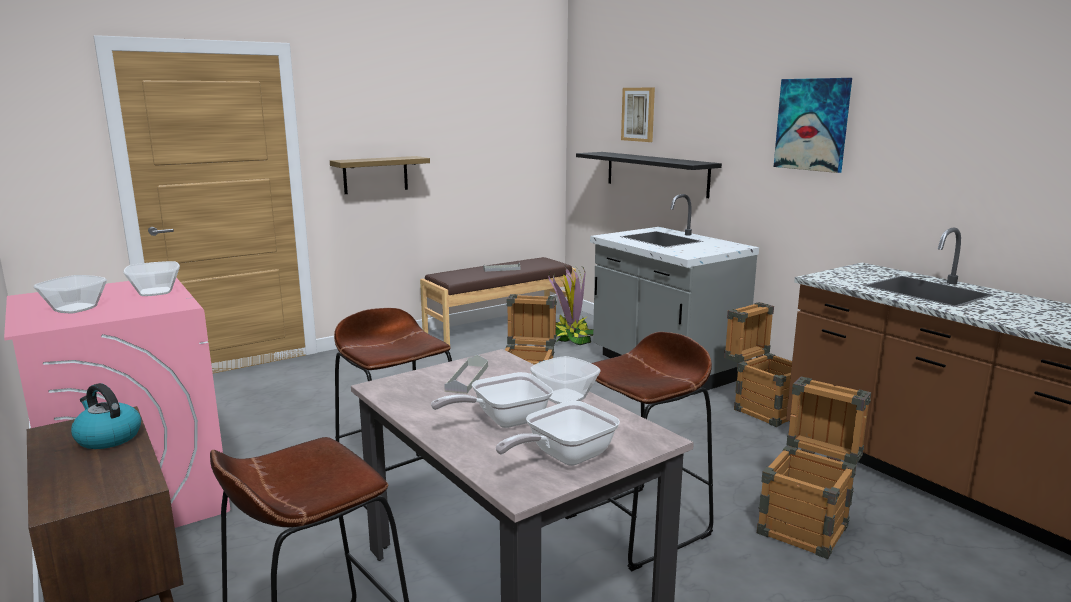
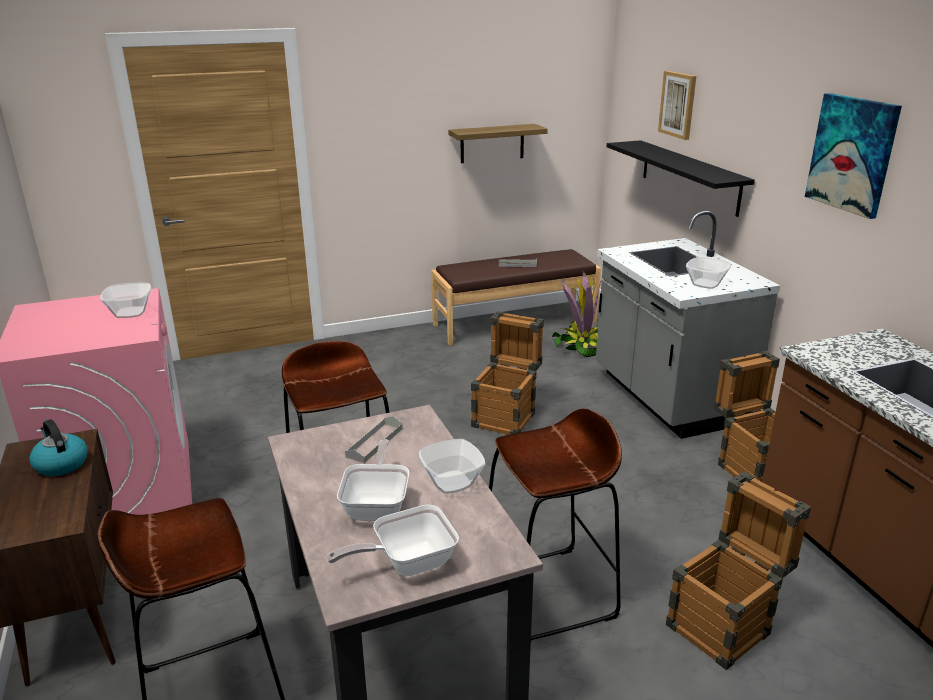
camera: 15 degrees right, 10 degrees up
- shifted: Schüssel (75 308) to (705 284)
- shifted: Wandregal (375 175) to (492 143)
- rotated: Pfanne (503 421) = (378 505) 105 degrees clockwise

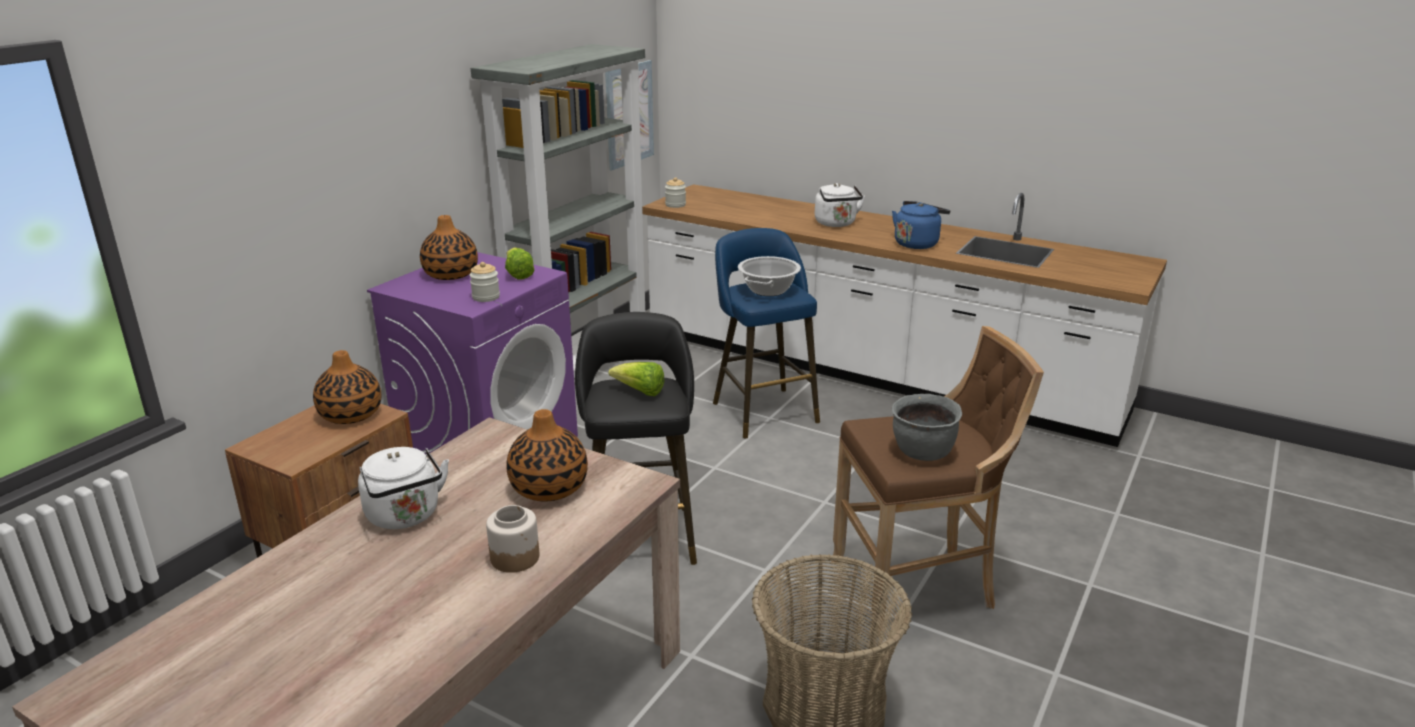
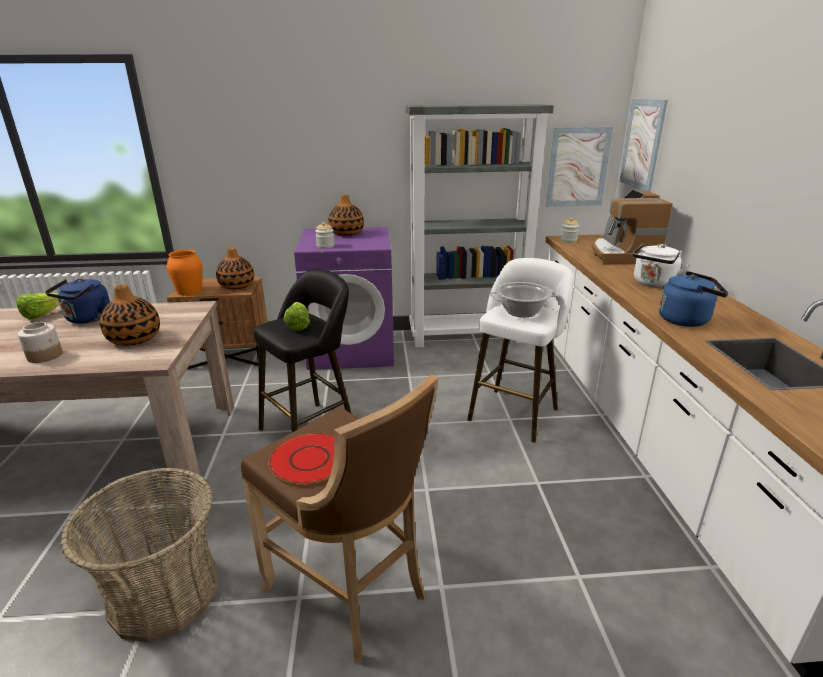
camera: 55 degrees right, 0 degrees up
- new: Vase/orange (189 291)
- new: Kaffeemaschine (622 255)
- new: Bild (642 144)
- shifted: Salatkopf (518 275) to (42 315)
- swapped: Kochtopf/grau (922 453) to Teller/rot (309 460)
- repainted: Wasserkessel/weiß (405 516) to Wasserkessel/blau (87 319)
- repainted: Hocker/blau (762 410) to Hocker/weiß (515 412)

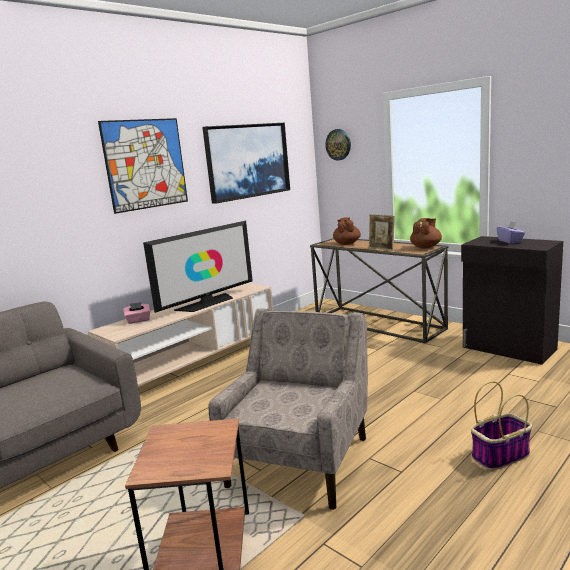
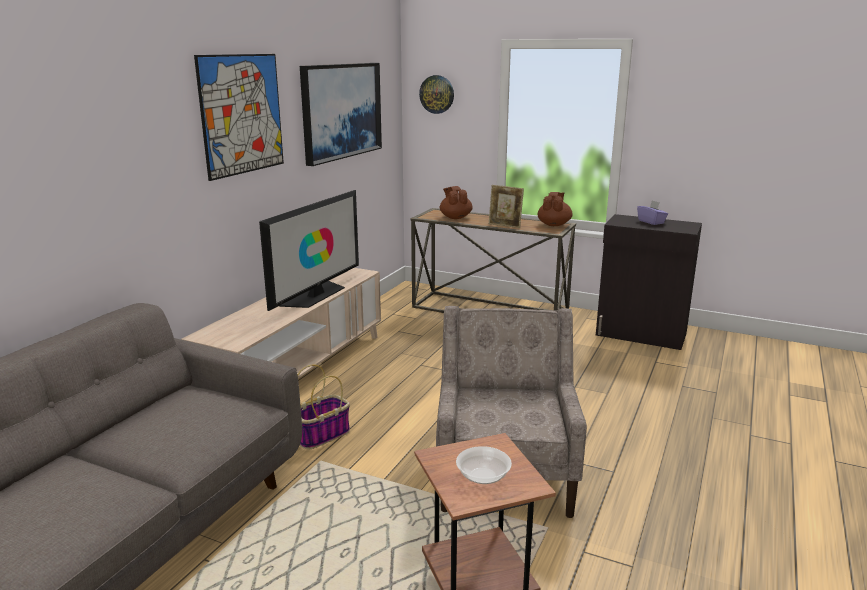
camera: 20 degrees left, 5 degrees up
- gone: Taschentuchbox/rosa (138 320)
- new: Schüssel (483 476)
- shifted: Korb (500 455) to (322 435)

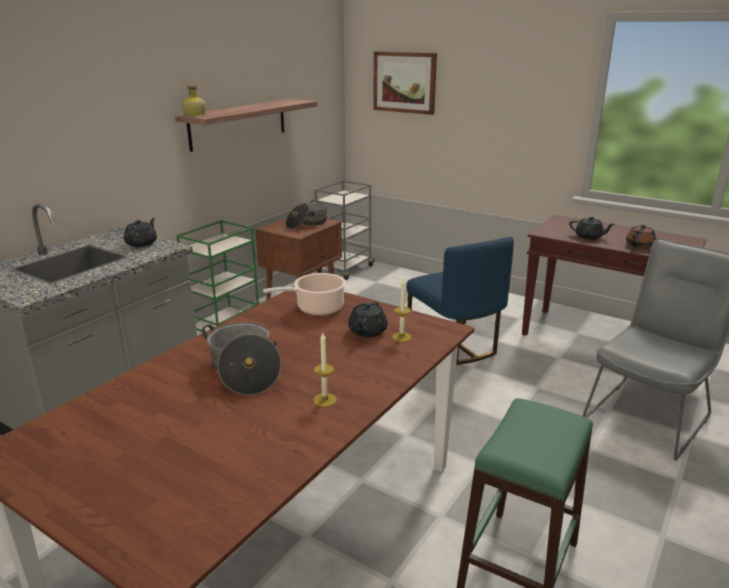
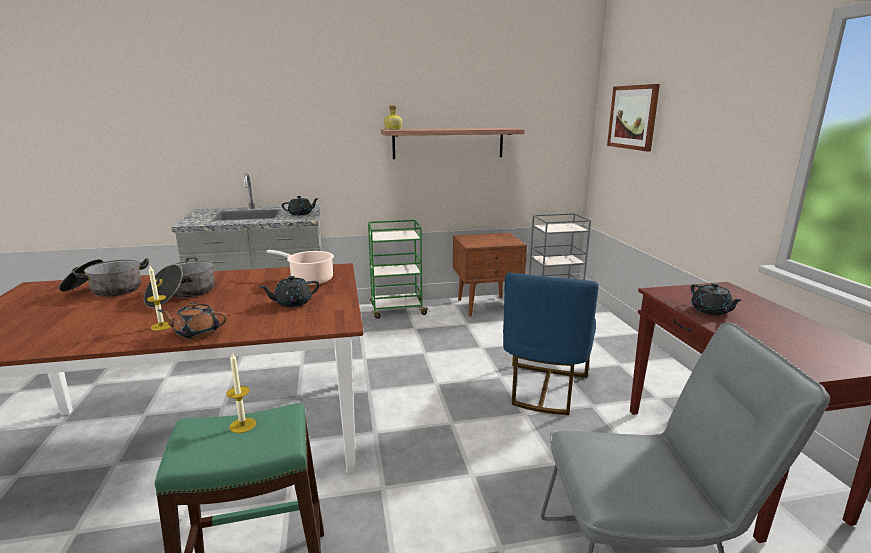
camera: 45 degrees right, 5 degrees down
- shifted: Kochtopf (307 223) to (106 290)
- shifted: Kerze (401 337) to (242 425)
- shifted: Teekanne/braun (639 246) to (196 333)

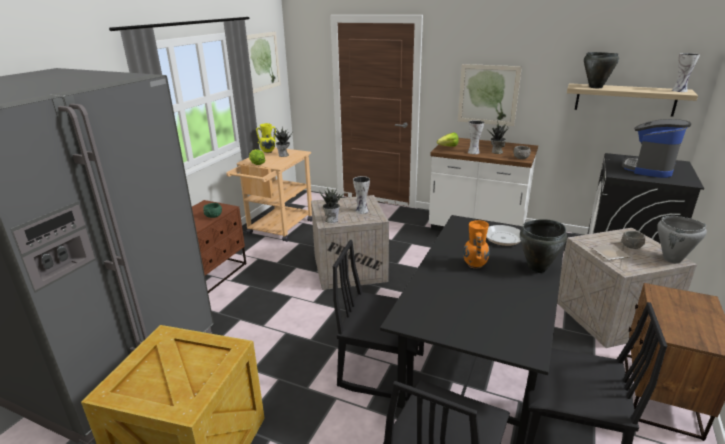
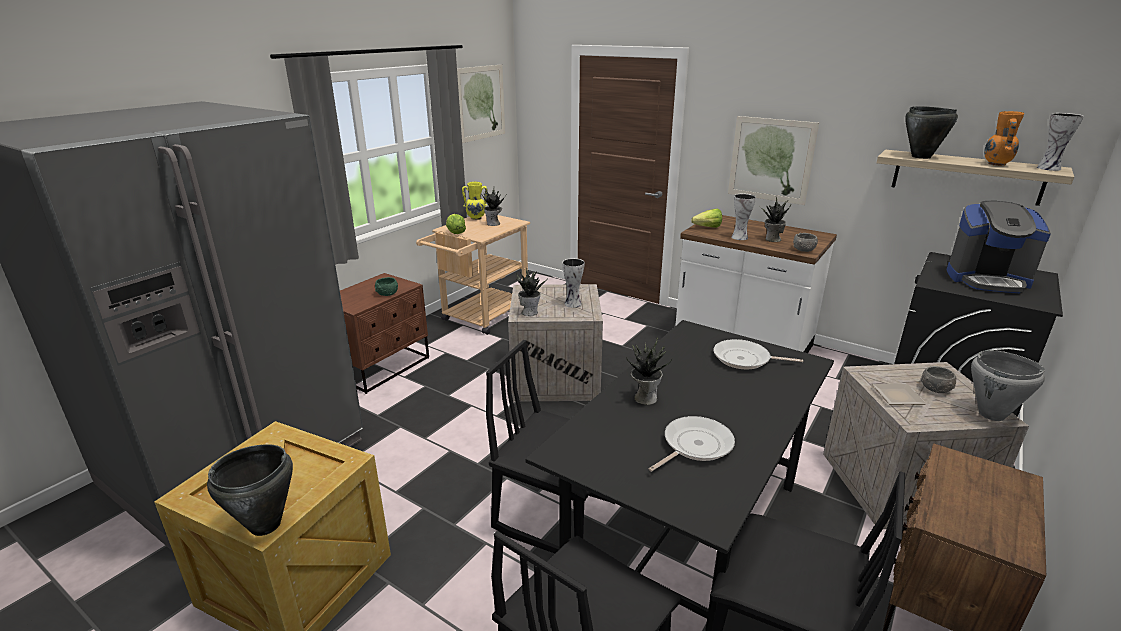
camera: 10 degrees right, 0 degrees up
- new: Topfpflanze (644 397)
- new: Pfanne (694 445)
- shifted: Vase/orange (474 265) to (996 164)
- shifted: Kochtopf/schwarz (537 268) to (266 525)
- rotated: Kaffeemaschine (649 169) = (987 279) 120 degrees counterclockwise

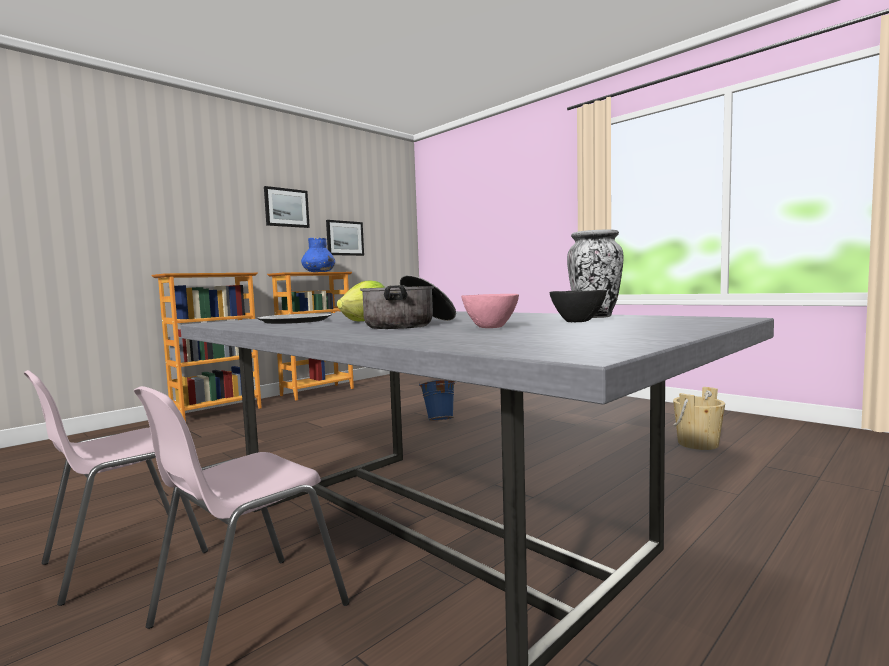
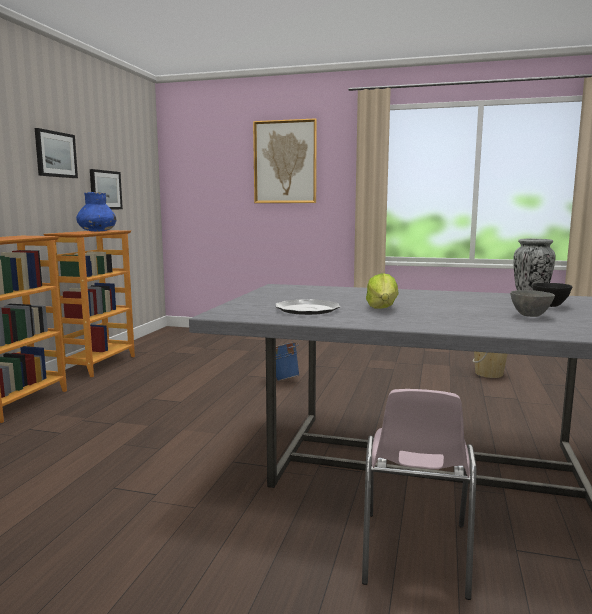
camera: 30 degrees left, 5 degrees up
- gone: Stuhl/rosa (123 558)
- gone: Kochtopf (410 325)
- new: Bild (285 162)
- repainted: Schüssel/rosa (491 327) to Schüssel/grau (531 315)

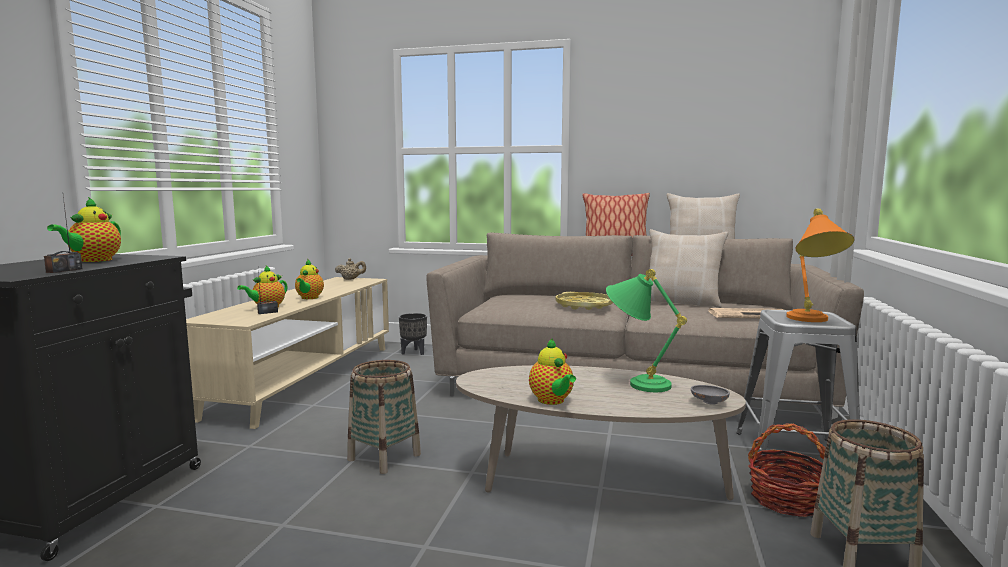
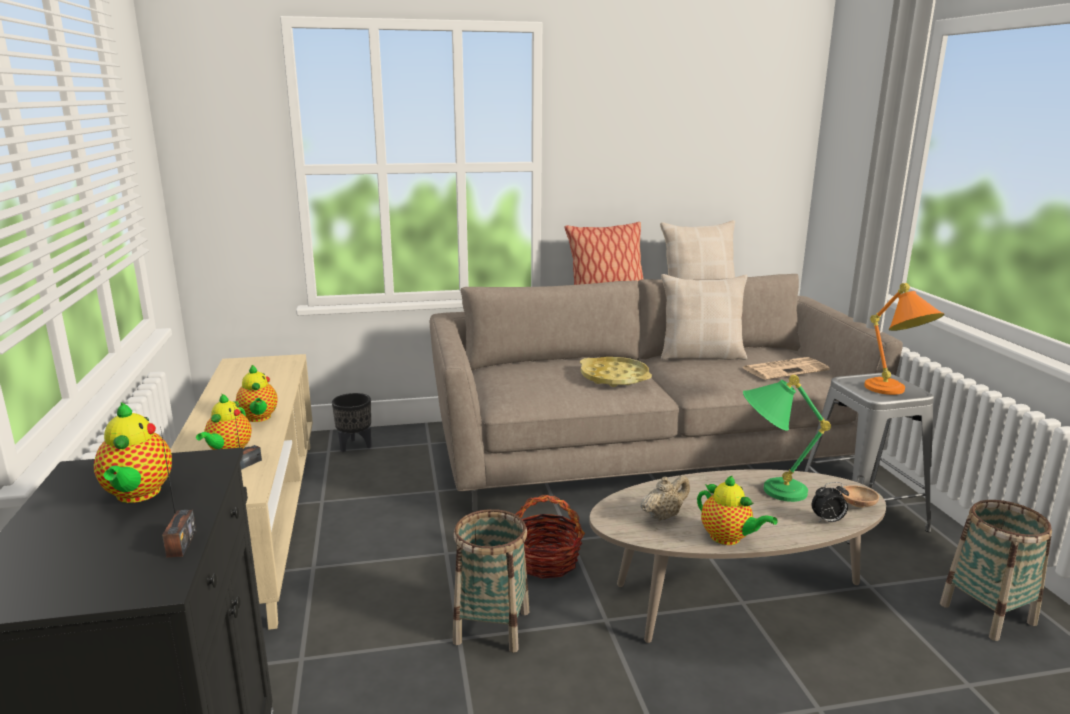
camera: 25 degrees left, 10 degrees up
- new: Wecker (827 521)
- shifted: Teekanne/beige (351 279) to (663 516)
- shifted: Korb (786 500) to (546 561)
- repainted: Schüssel/grau (709 402) to Schüssel/braun (857 505)

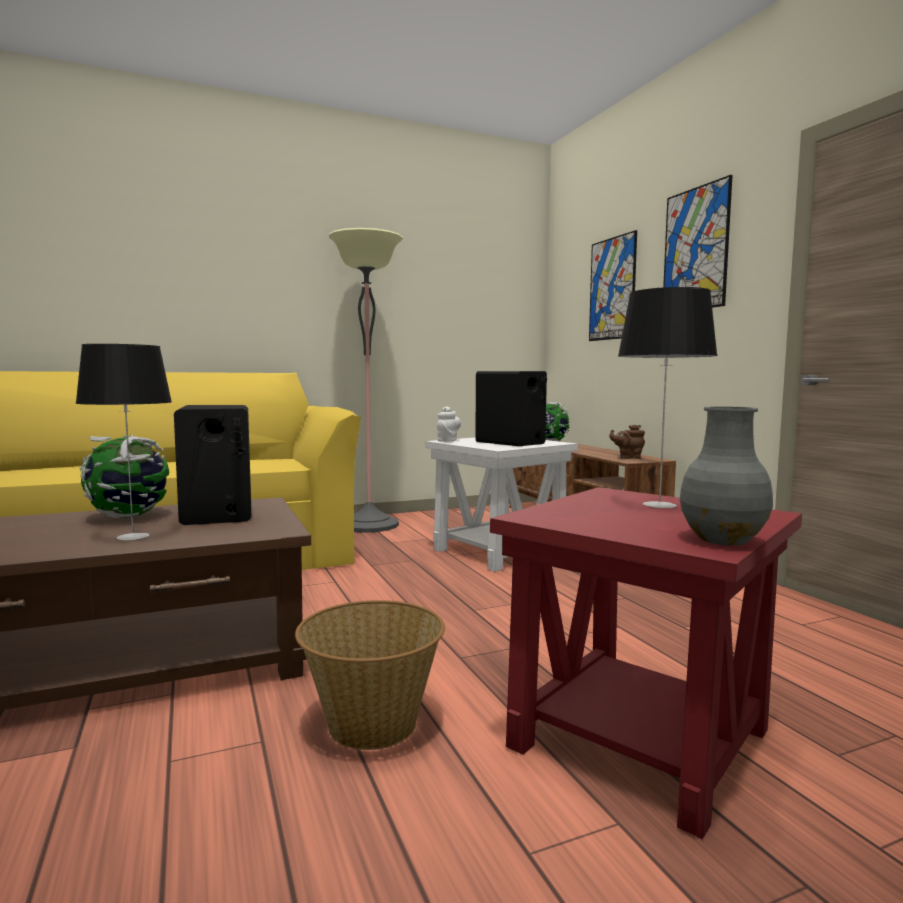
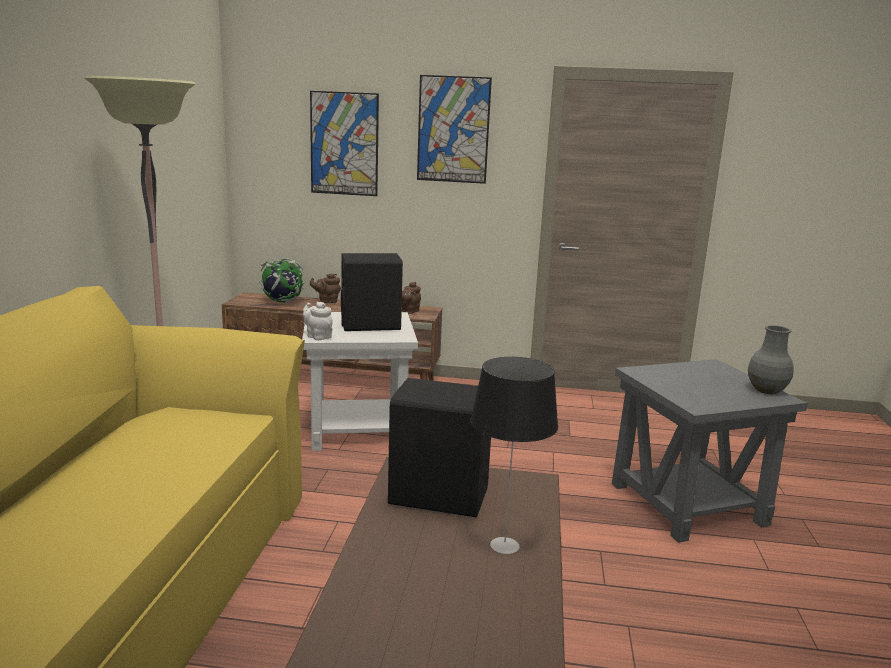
camera: 60 degrees left, 10 degrees up
- gone: Globus (129 516)
- gone: Korb (372 725)
- gone: Tischlampe (658 505)
- new: Teekanne/braun (327 301)
- repainted: Beistelltisch/rot (641 739) to Beistelltisch/grau (689 504)

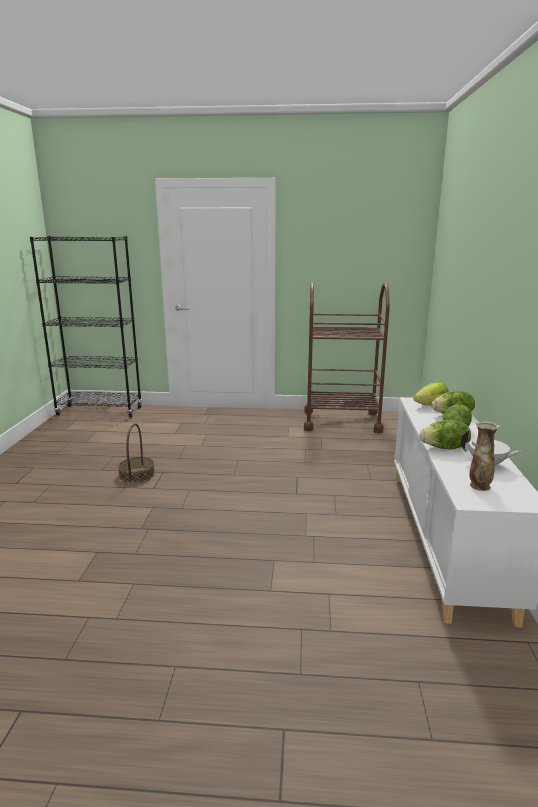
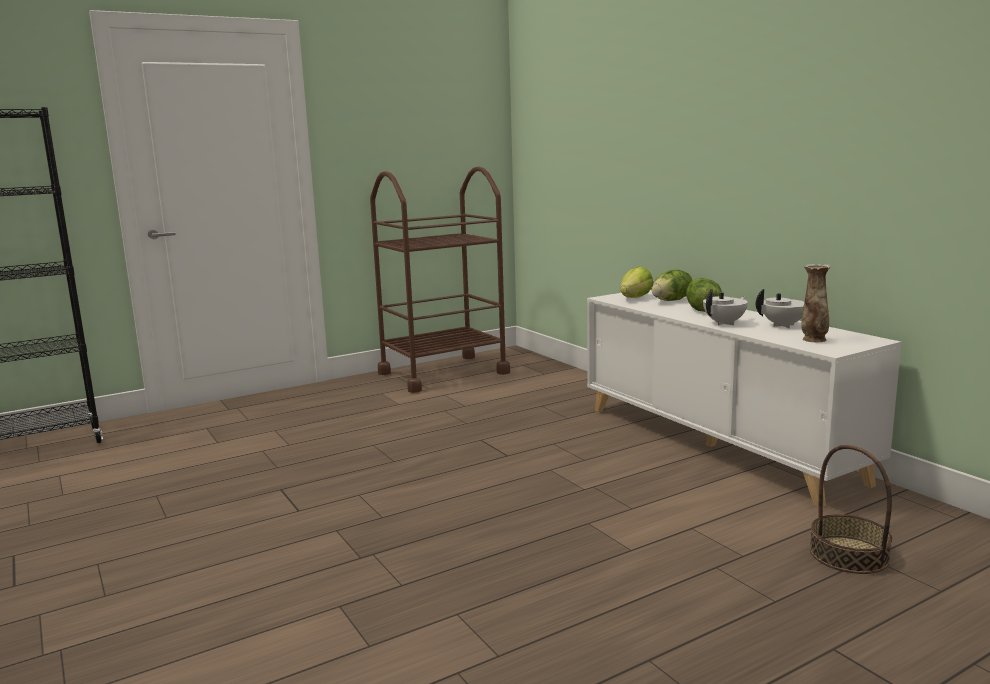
camera: 35 degrees left, 5 degrees down
- shifted: Korb (137 475) to (849 554)
- swapped: Salatkopf (445 448) to Teekanne/weiß (725 323)

